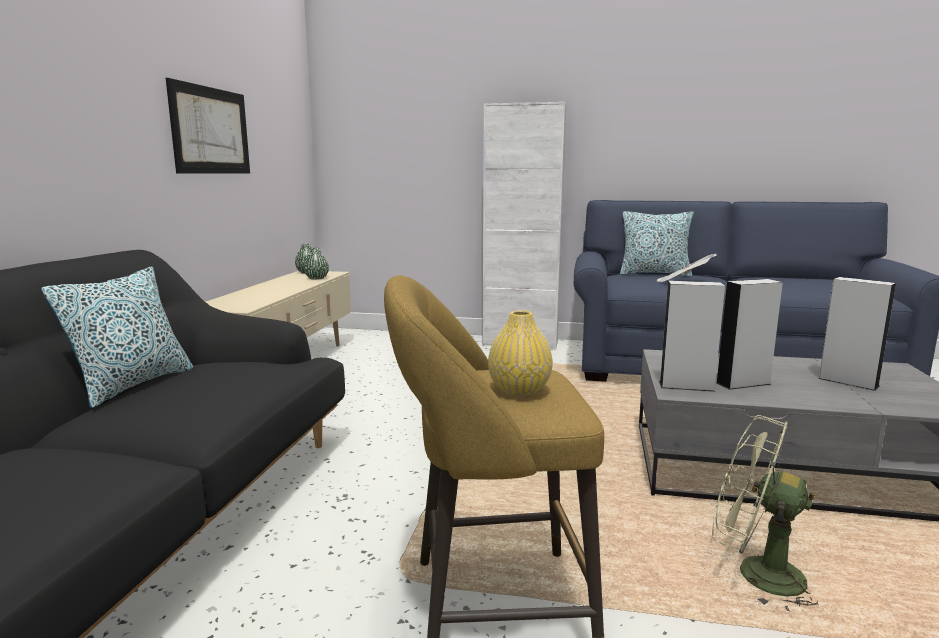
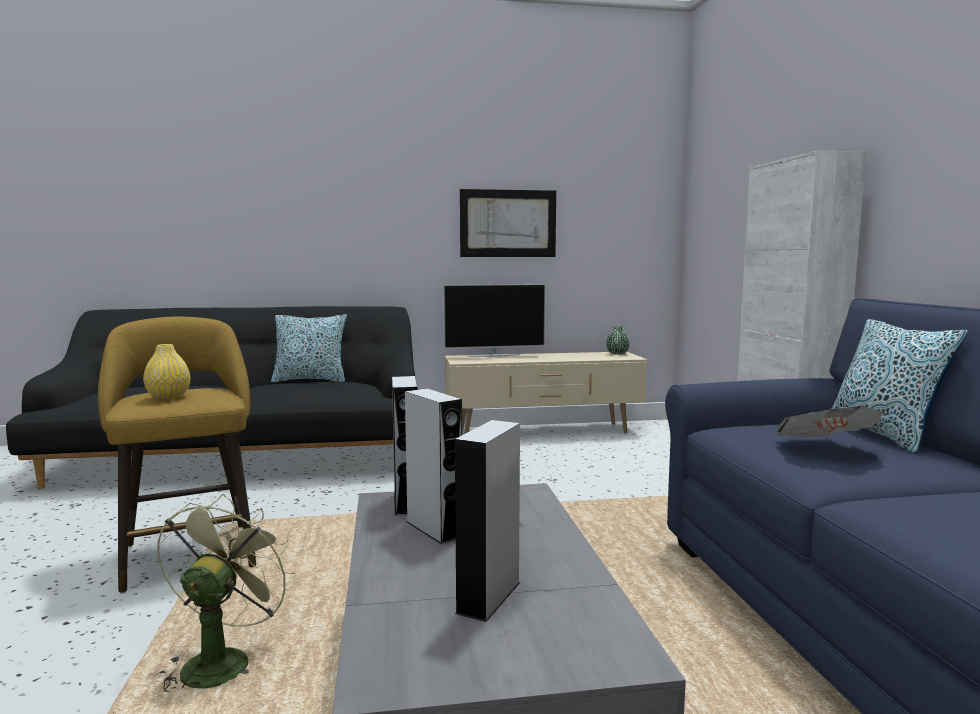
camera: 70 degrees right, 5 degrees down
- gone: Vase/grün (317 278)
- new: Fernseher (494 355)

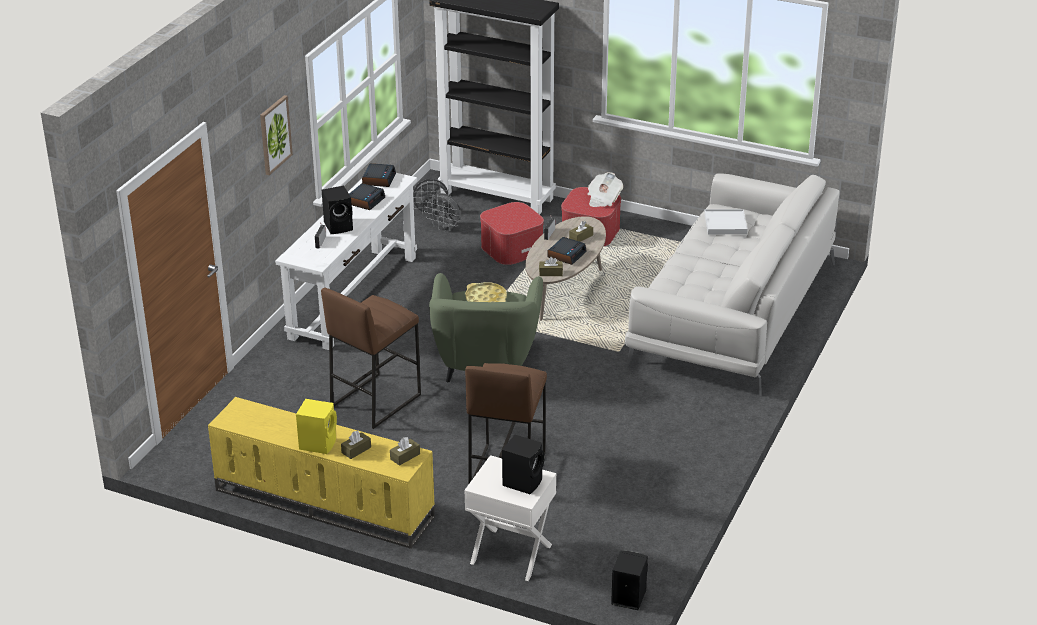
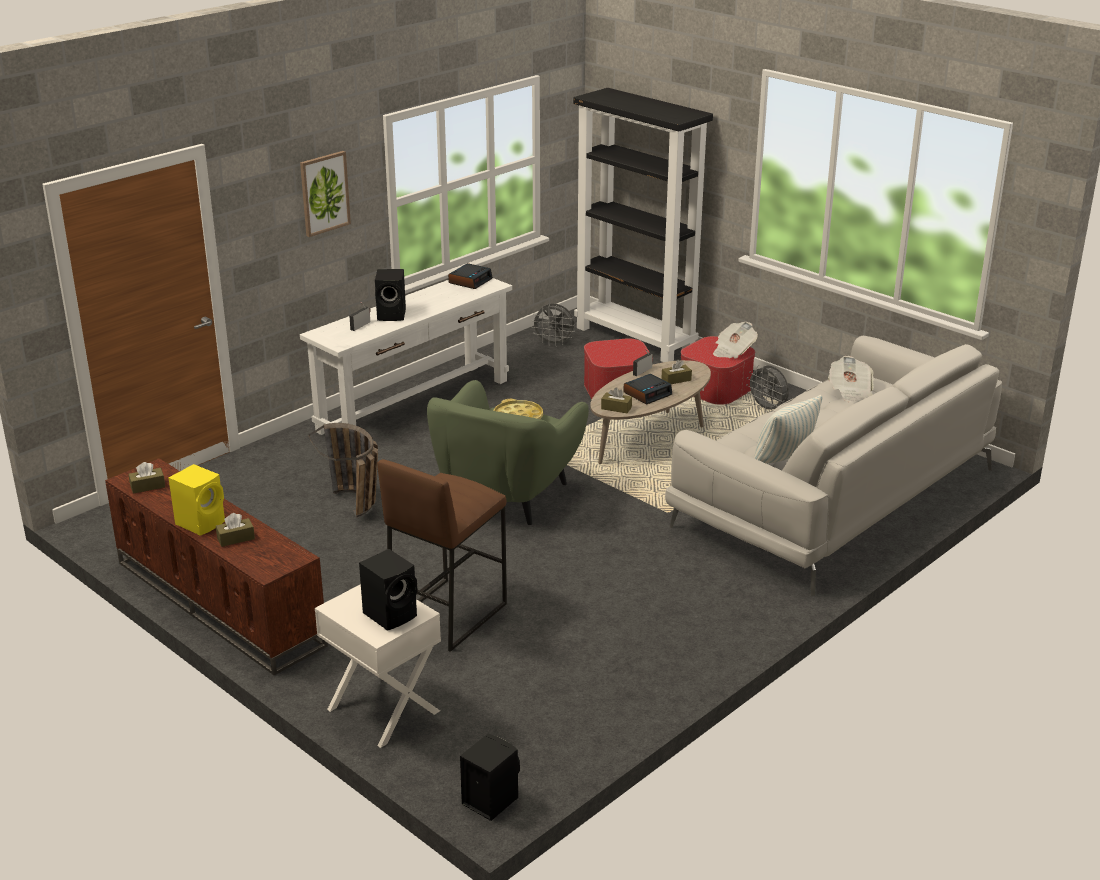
camera: 20 degrees right, 5 degrees down
- gone: Wecker (365 200)
- new: Kissen (783 459)
- shifted: Taschentuchbox/braun (405 456) to (147 486)
- shifted: Ventilator/grau (444 228) to (767 409)
- swapped: Hocker/braun (375 400) to Korb (358 508)
- swapped: Tablett/weiß (725 224) to Zeitung (850 391)
- repainted: Fernsehschrank/gelb (322 504) to Fernsehschrank/braun (216 603)

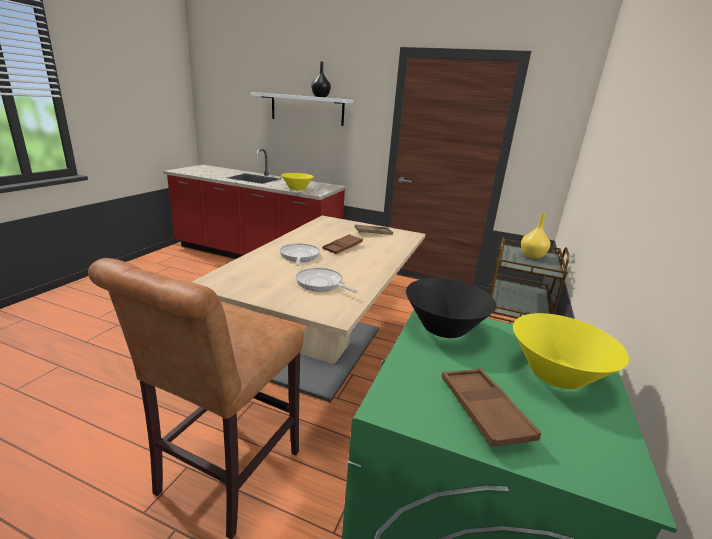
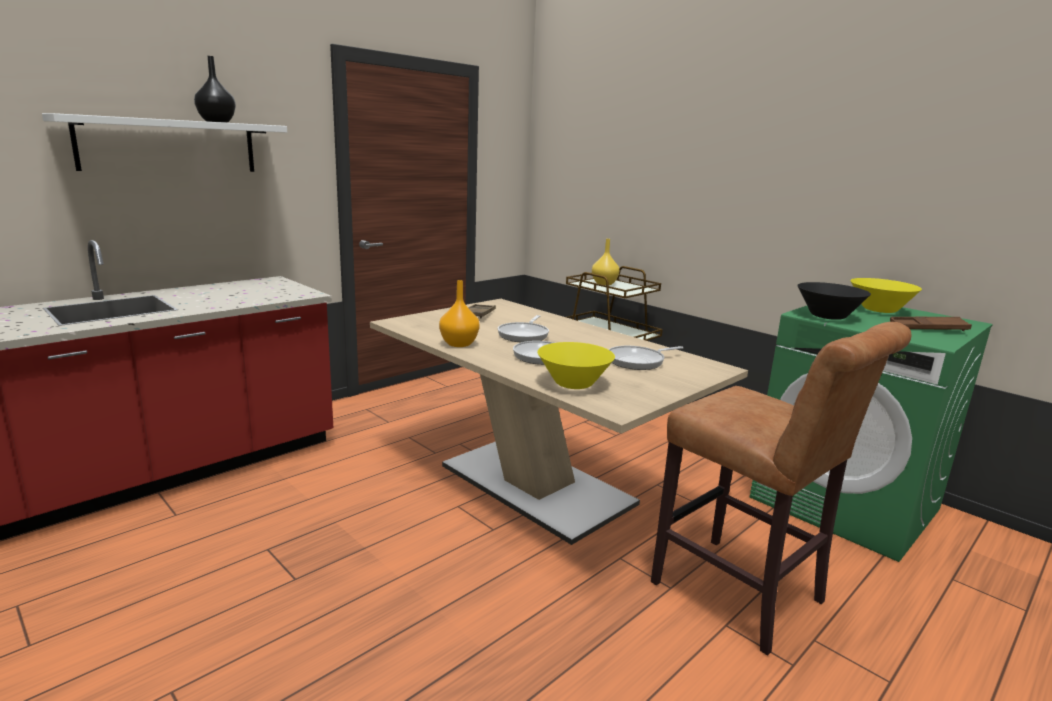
camera: 65 degrees left, 5 degrees down
- new: Vase/orange (459 344)
- shifted: Schüssel/gelb (297 189) to (574 383)
- swapped: Tablett/braun (343 247) to Pfanne (524 335)

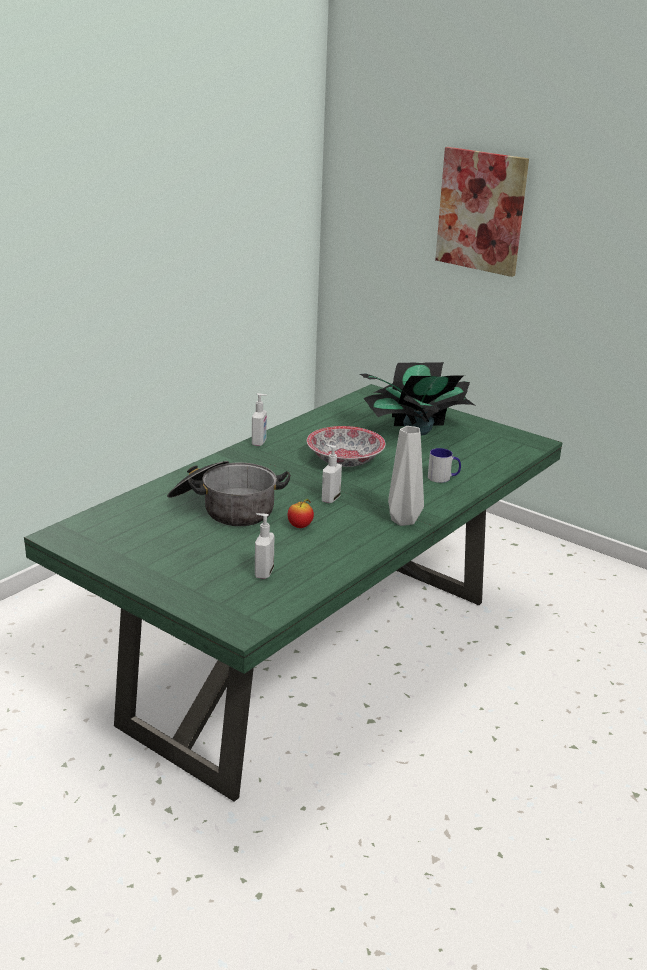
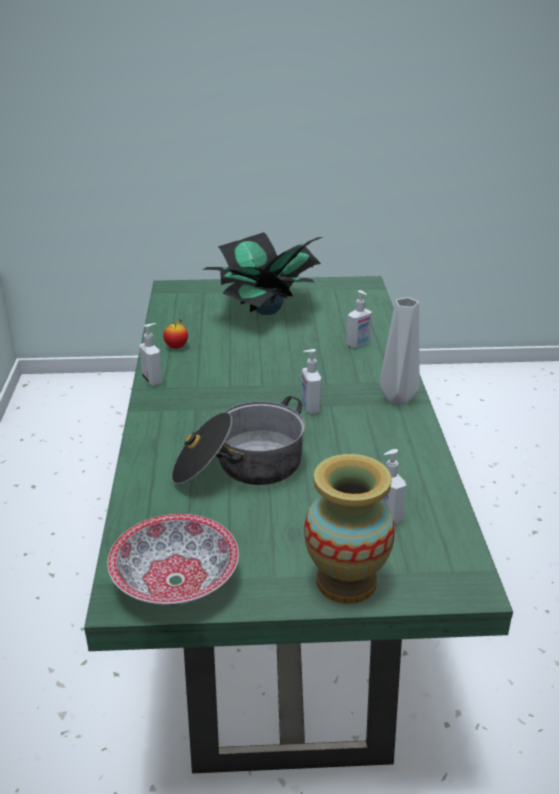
camera: 40 degrees left, 5 degrees up
- gone: Bild (481 211)
- new: Vase (346 582)
- shifted: Apfel (300 526) to (176 347)
- shifted: Schüssel (344 460) to (174 581)
- swapped: Henkelbecher (443 478) to Seifenspender (358 344)

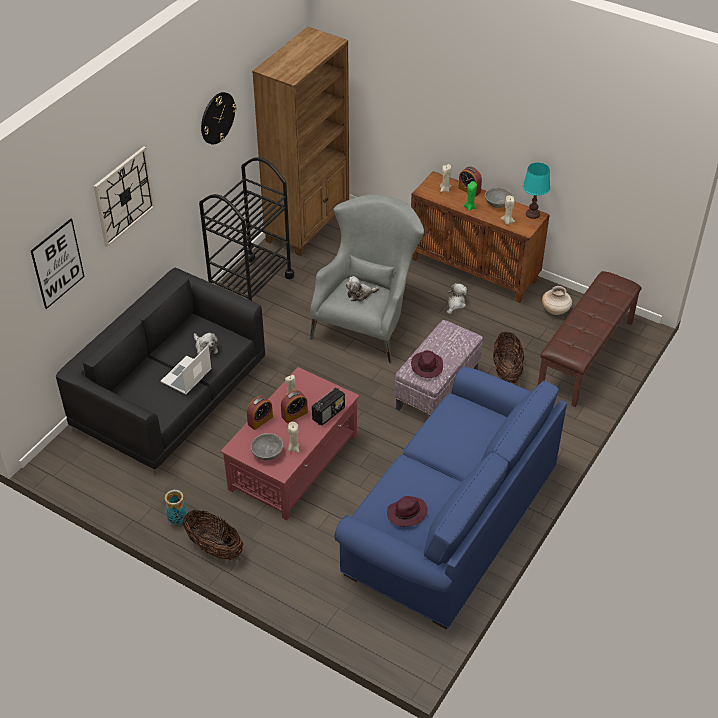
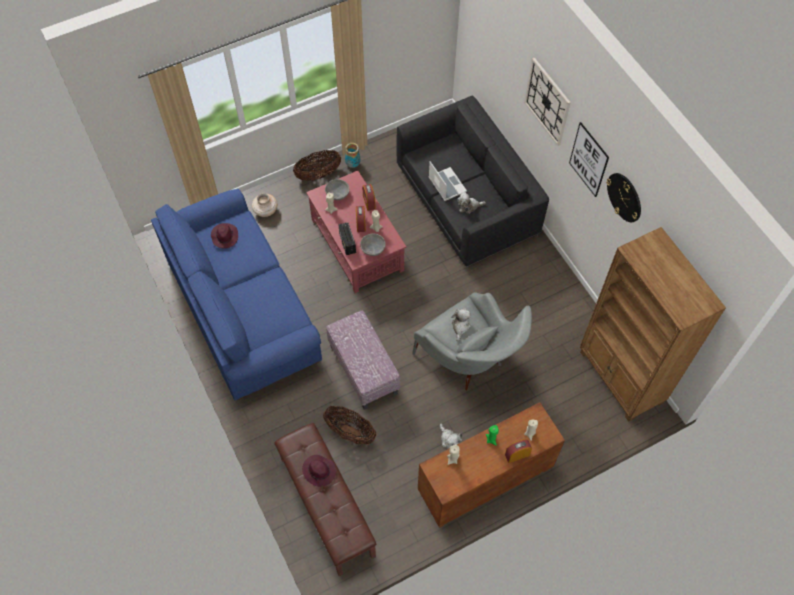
camera: 120 degrees right, 15 degrees up
- gone: Rollwagen/schwarz (251 286)
- gone: Tischlampe/türkis (533 214)
- shifted: Bild (57 263) to (588 160)
- shifted: Hut/lila (426 366) to (319 471)
- shifted: Schüssel/grau (497 203) to (372 248)
- shifted: Vase/beige (555 310) to (265 211)

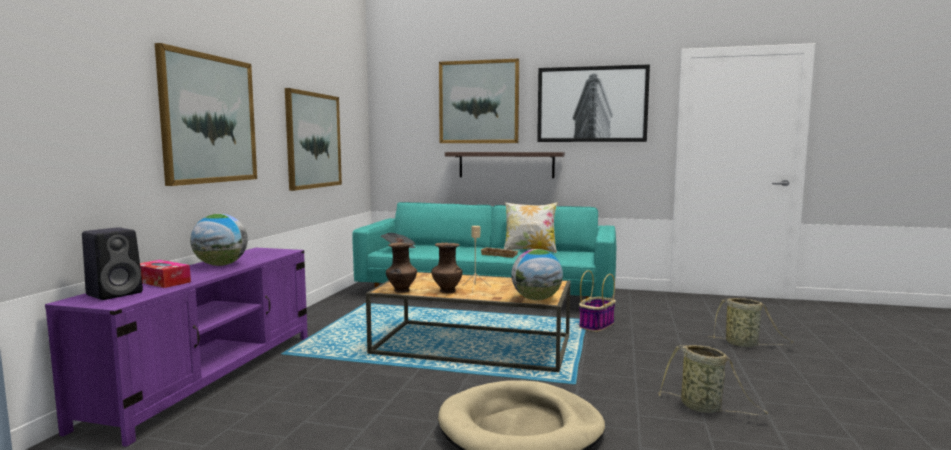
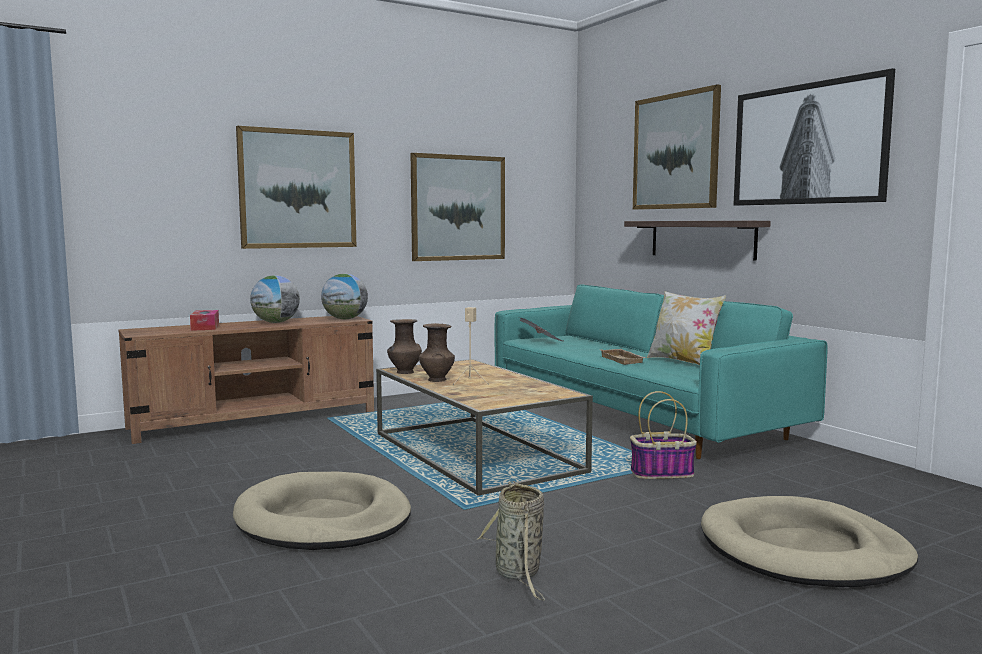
camera: 45 degrees right, 0 degrees up
- gone: Lautsprecher/schwarz (116 293)
- shifted: Globus (536 299) to (345 319)
- swapped: Korb (744 344) to Hundebett/beige (803 550)
- repainted: Fernsehschrank/lila (210 376) to Fernsehschrank/braun (256 420)

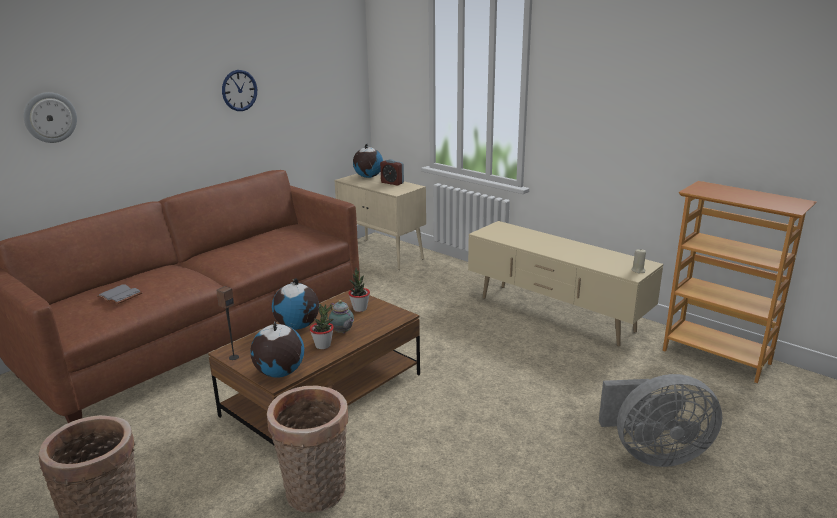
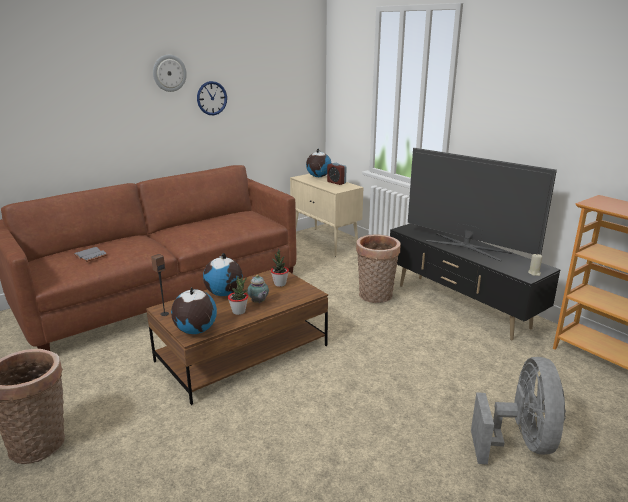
camera: 10 degrees right, 0 degrees up
- new: Fernseher (467 246)
- shifted: Wanduhr (50 117) to (169 73)
- shifted: Korb (315 495) to (375 297)
- repainted: Fernsehschrank/beige (555 315) to Fernsehschrank/schwarz (460 306)
- rotated: Ventilator/grau (653 453) = (519 442) 90 degrees counterclockwise

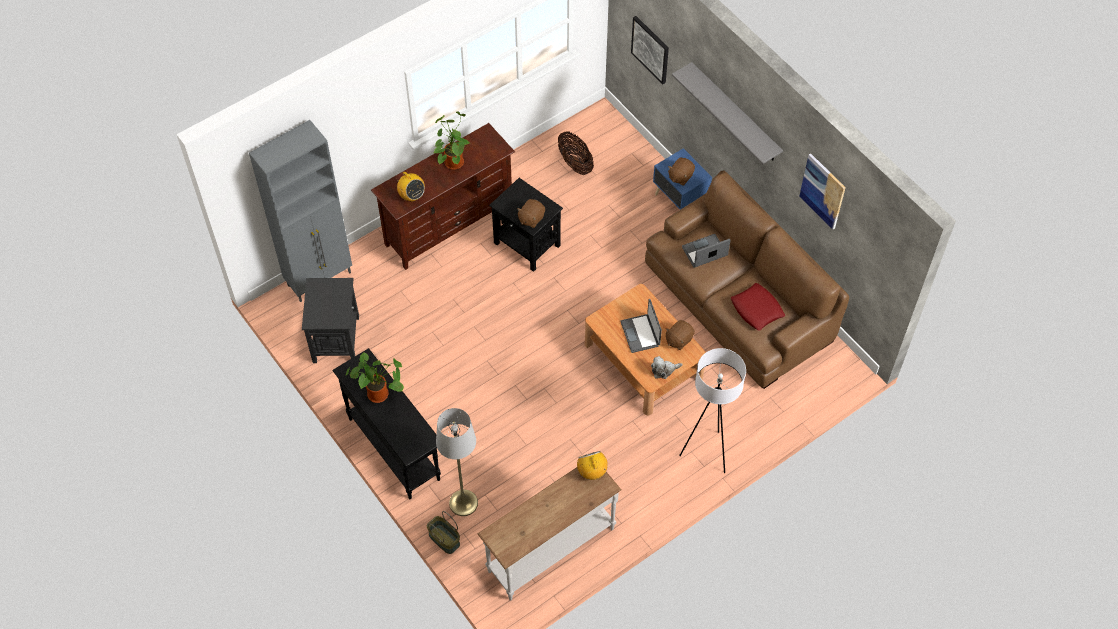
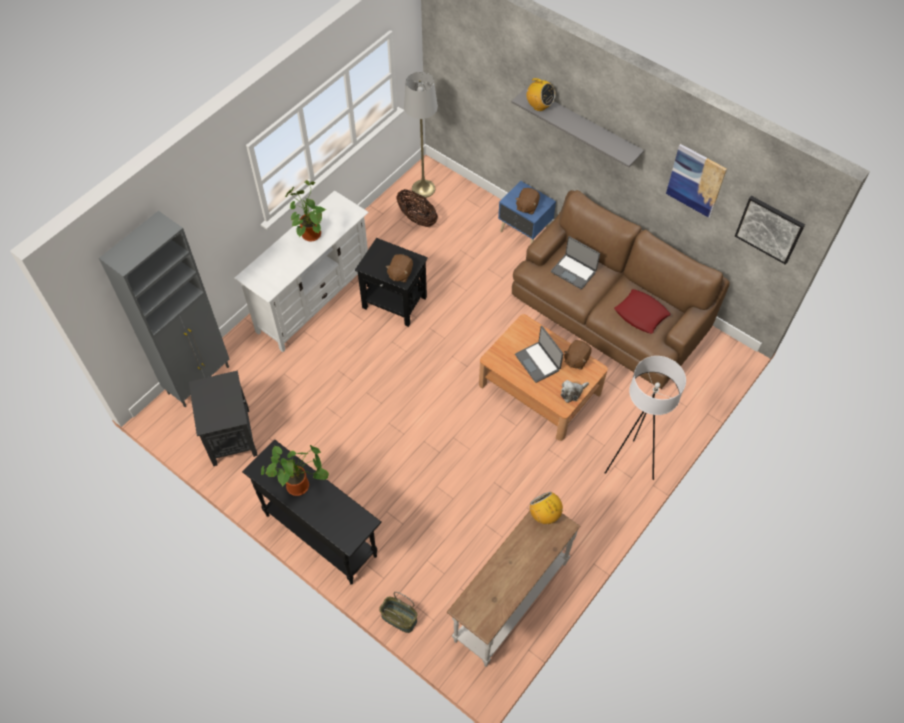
camera: 15 degrees left, 0 degrees up
- shifted: Radio (411 196) to (539 106)
- shifted: Stehlampe/grau (463 502) to (423 188)
- shifted: Bild (650 49) to (769 229)
- repainted: Fernsehschrank/braun (449 224) to Fernsehschrank/weiß (313 300)
- rotated: Laptop (705 252) = (574 271) 105 degrees counterclockwise

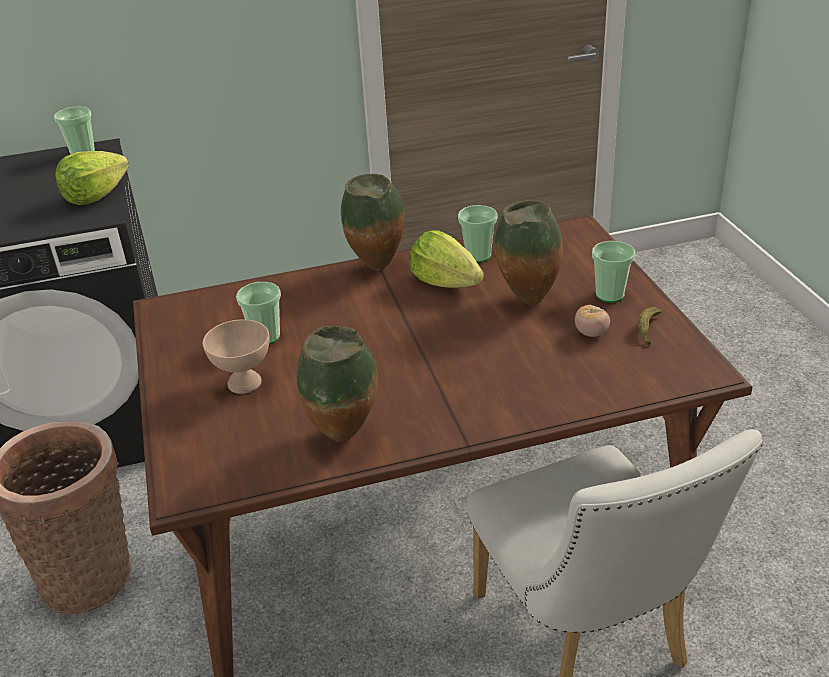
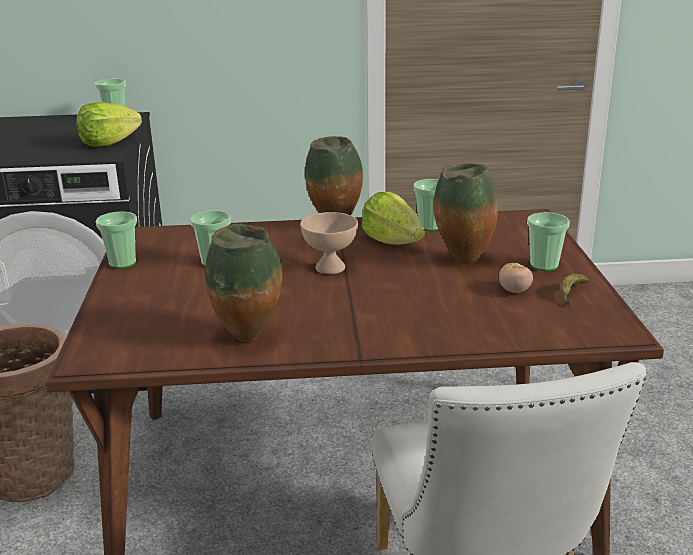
camera: 10 degrees right, 10 degrees down
- new: Tasse (122 263)
- shifted: Schüssel/beige (245 383) to (331 268)

